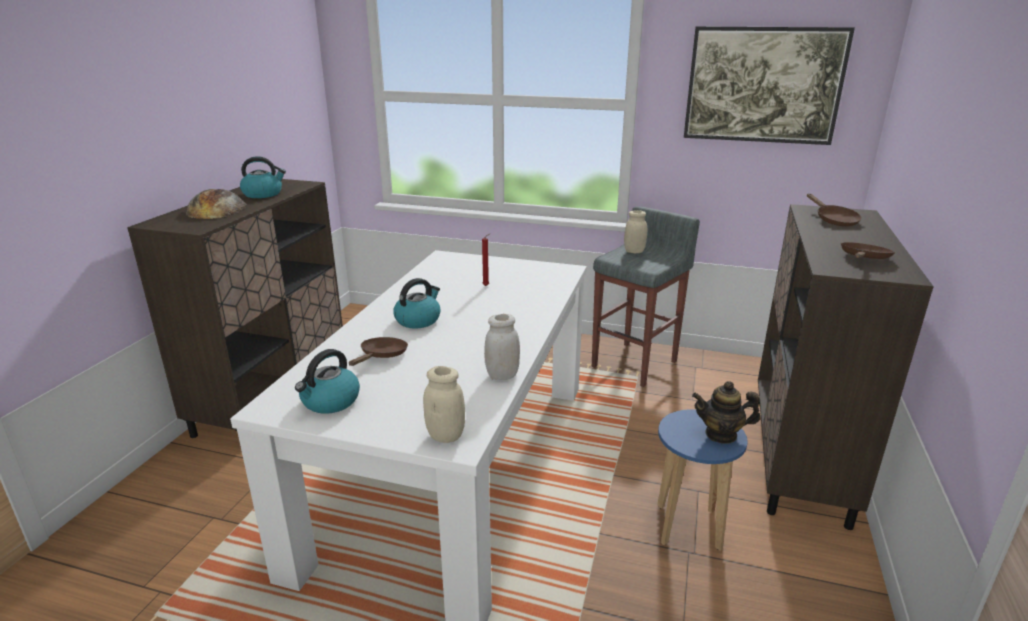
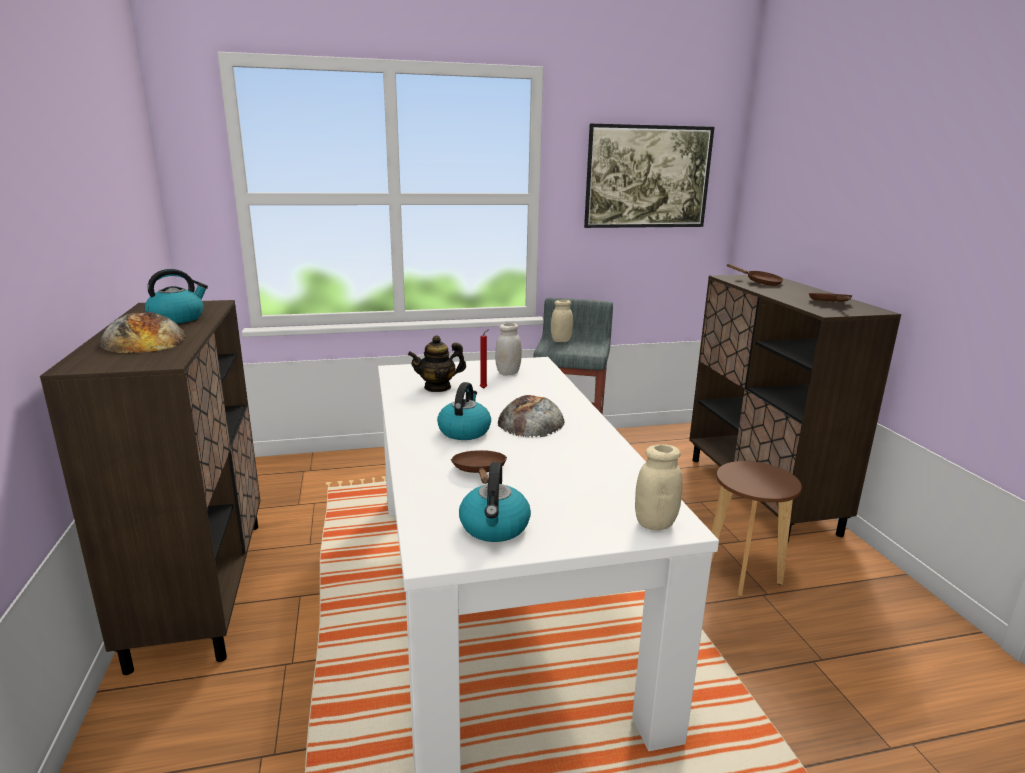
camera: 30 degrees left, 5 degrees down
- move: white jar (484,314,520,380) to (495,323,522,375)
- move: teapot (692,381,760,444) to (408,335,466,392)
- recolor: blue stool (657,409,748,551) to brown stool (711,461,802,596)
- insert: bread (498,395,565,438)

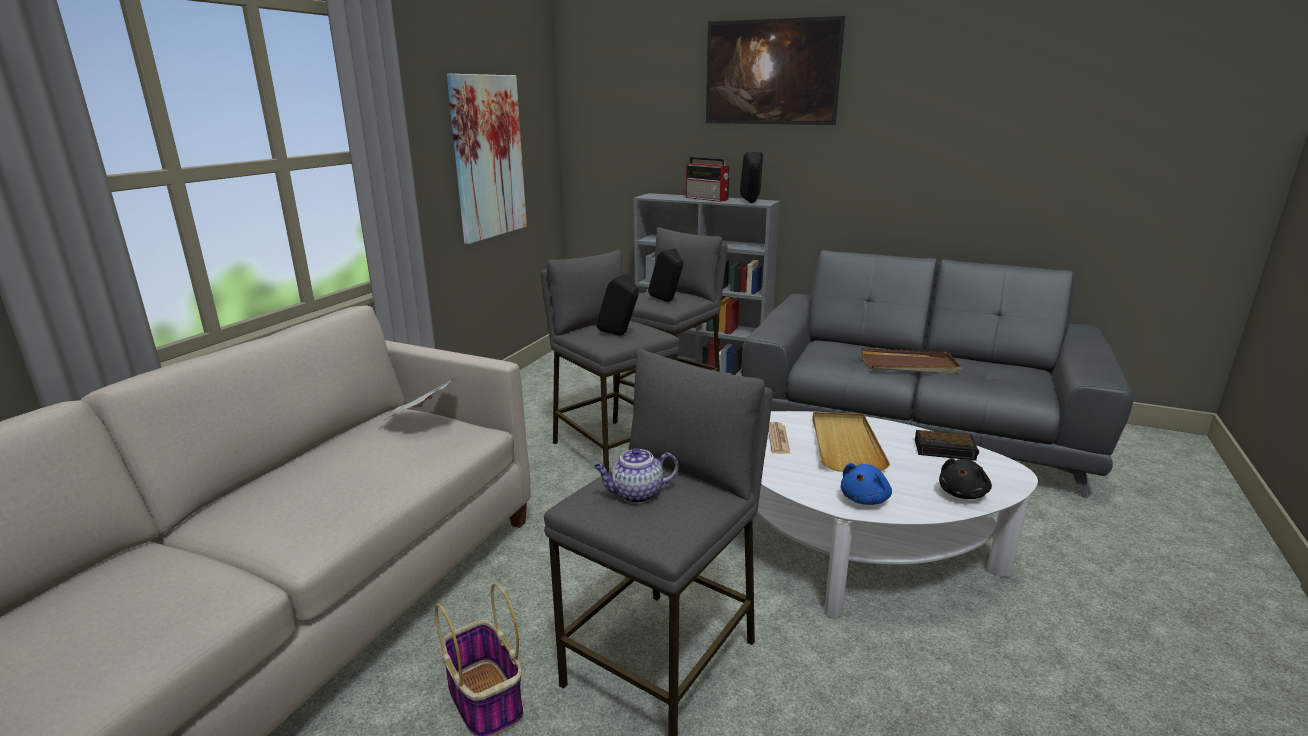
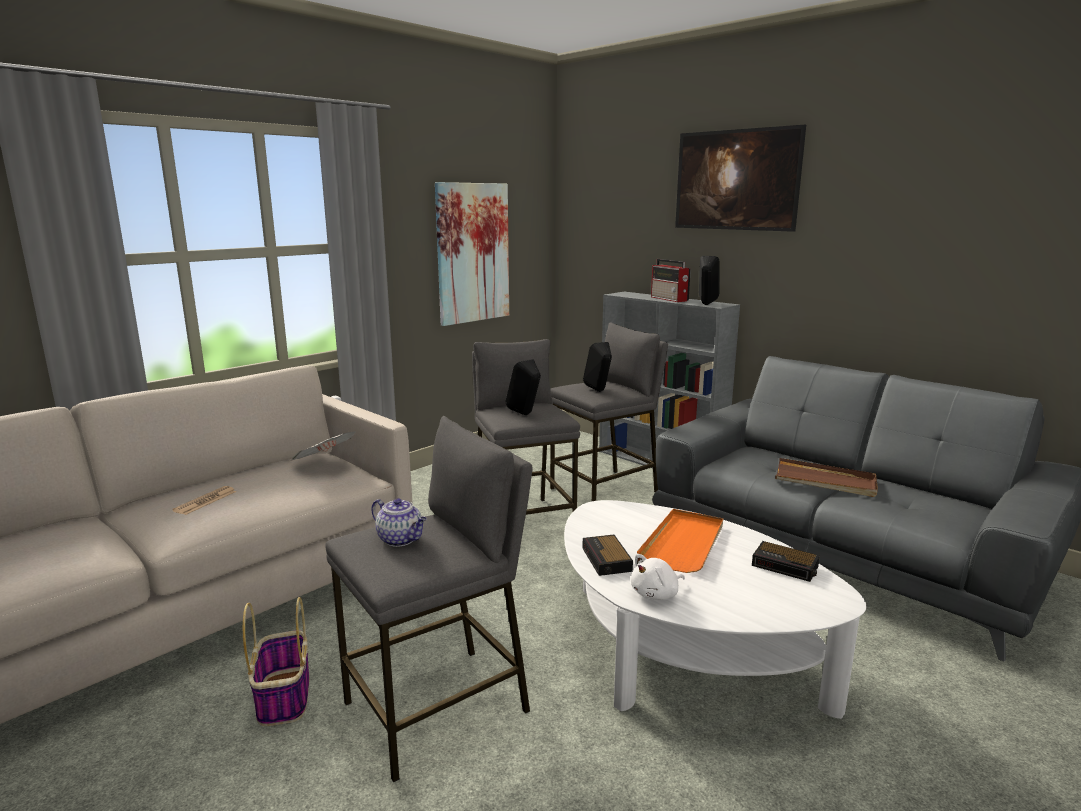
camera: 20 degrees right, 5 degrees down
- recolor: beige tray (813,412,890,472) to orange tray (637,509,723,573)
- move: newspaper (768,422,790,454) to (172,486,236,515)
- rotate: teapot (594,448,679,503) = (371,498,427,547) 150 degrees counterclockwise
- delete: black plush toy (939,458,992,499)
- recolor: blue plush toy (840,463,892,505) to white plush toy (631,554,685,600)
- insert: alarm clock (583,535,633,576)

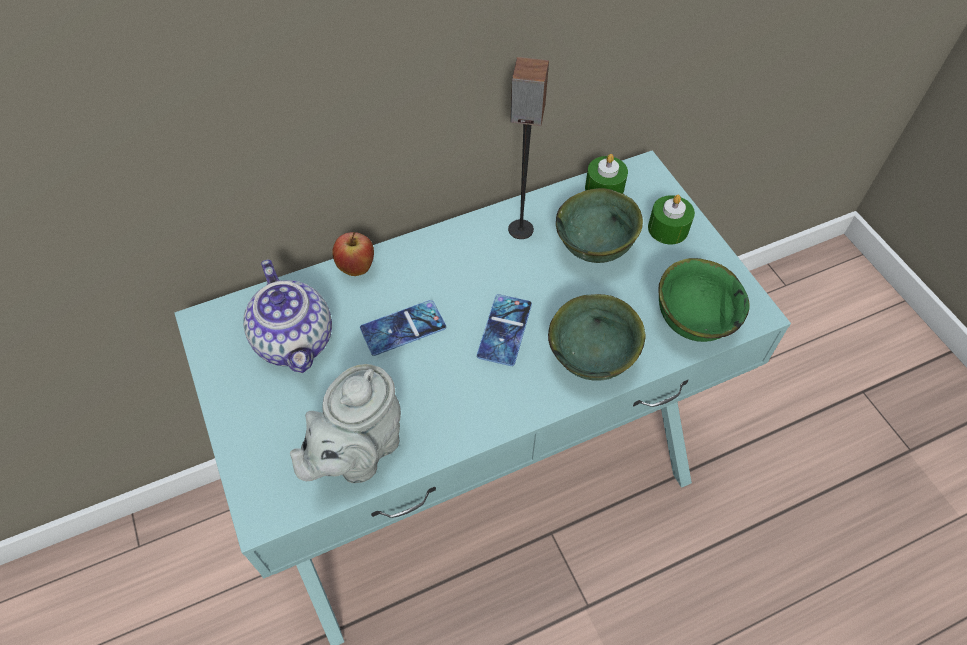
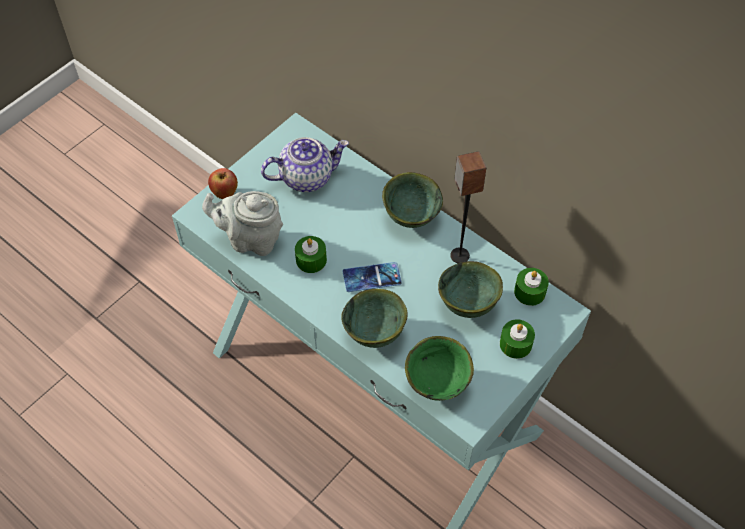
camera: 65 degrees right, 0 degrees up
- move: apple (332,232,374,276) to (208,168,238,199)
- rotate: teapot (243,260,332,373) = (261,137,349,192) 150 degrees counterclockwise
- delete: phone (360,300,446,356)
- insert: green bowl (382,172,443,228)
- insert: green candle (295,236,327,273)

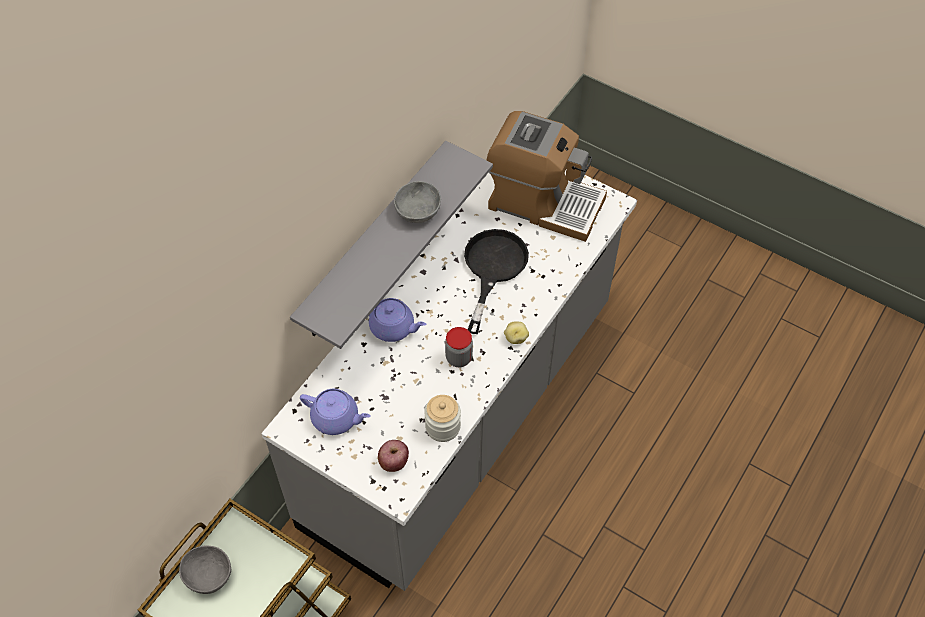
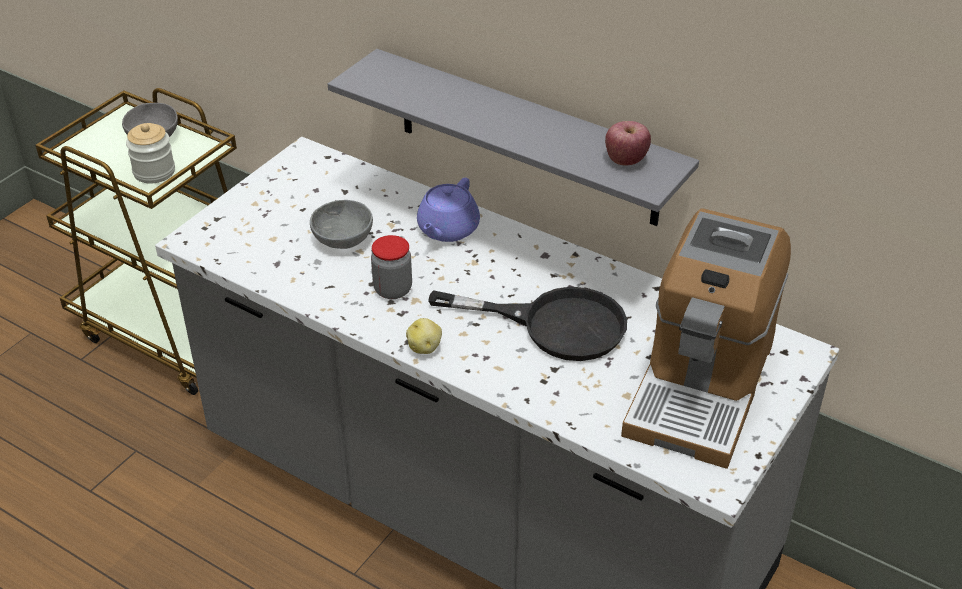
camera: 90 degrees right, 15 degrees down
- move: grey bowl (394,181,441,223) to (310,200,373,249)
- delete: purple teapot (300,389,371,435)
- move: jar (424,395,461,442) to (126,123,175,183)
- move: apple (378,440,409,472) to (605,121,651,165)

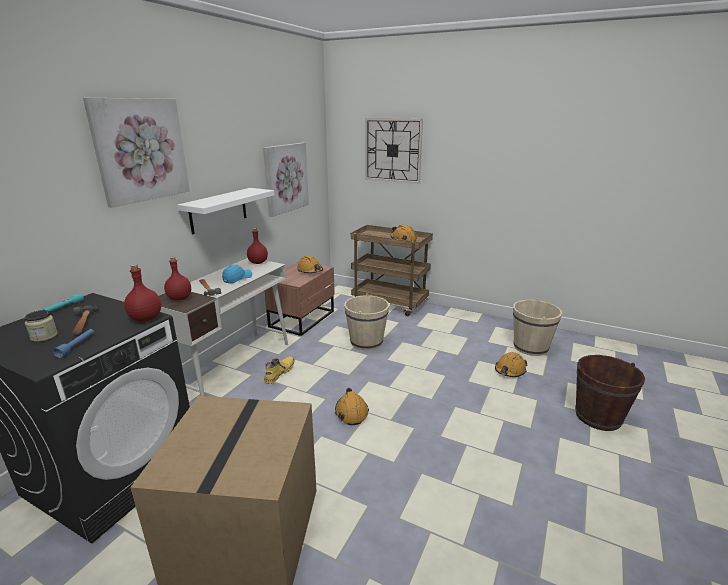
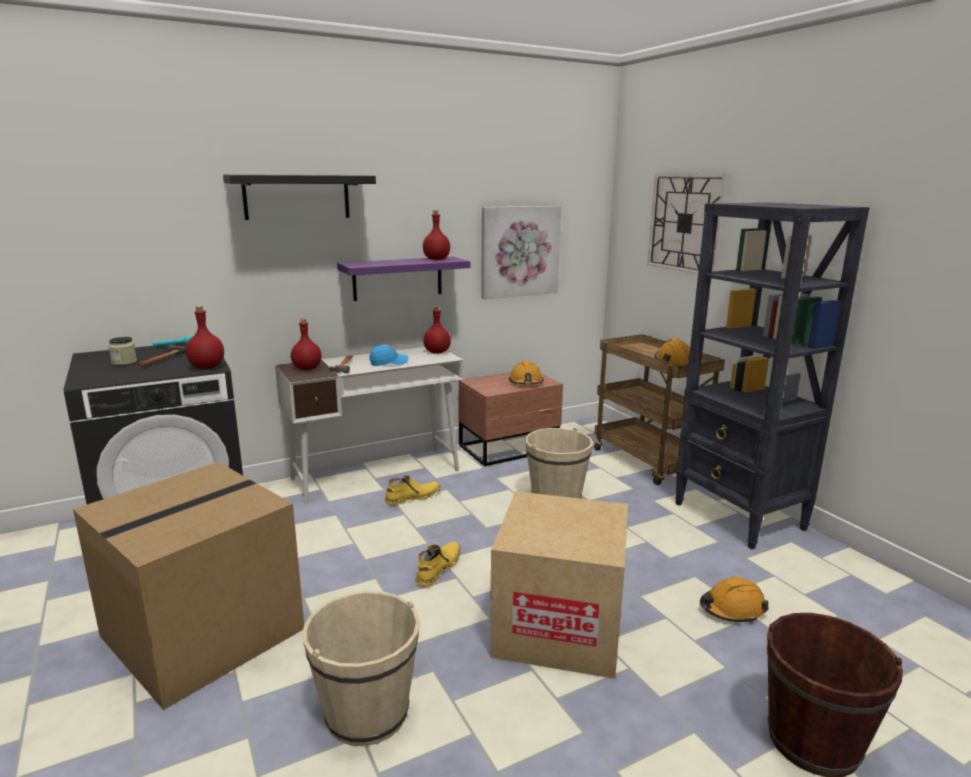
camera: 35 degrees right, 5 degrees down
- replace: picture (83,98,190,207) to black shelf (223,175,376,220)
- recolor: white shelf (177,188,274,235) to purple shelf (337,257,470,301)
- move: beige bucket (513,298,562,356) to (303,591,420,746)
- delete: blue flashlight (53,329,94,358)
- replace: orange hard hat (335,388,369,425) to yellow boot (415,542,461,587)
- insert: black bookcase (675,202,870,549)
- insert: red bottle (423,210,450,260)
- insert: cardboard box (490,491,628,679)

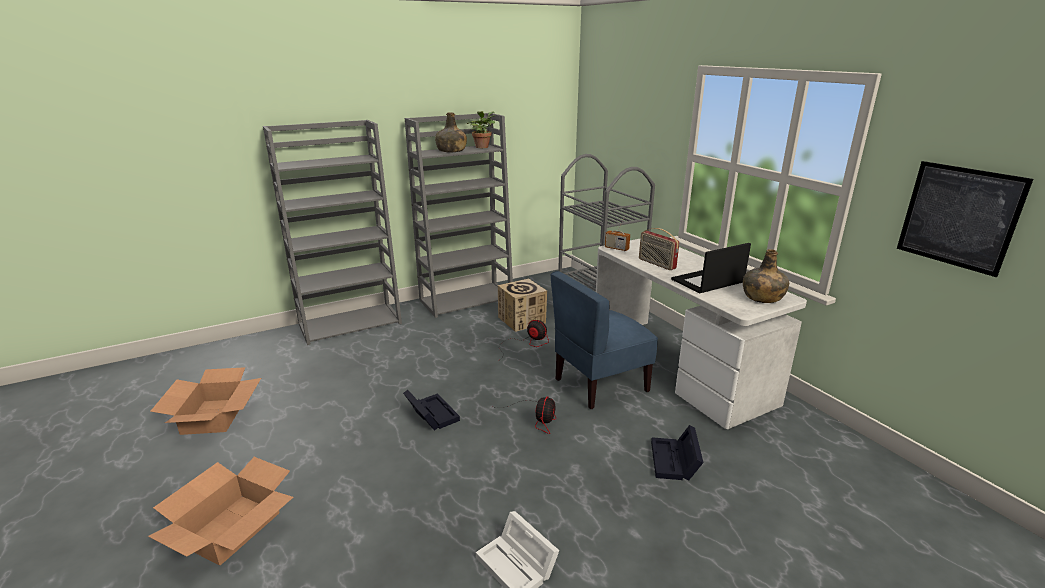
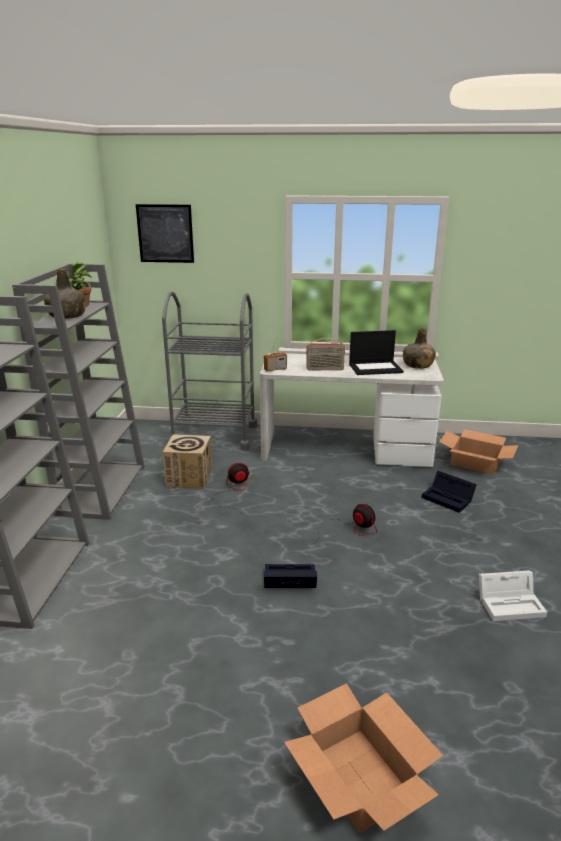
camera: 55 degrees left, 0 degrees up
- move: picture (897,161,1033,277) to (136,204,194,263)
- rotate: laptop (671,243,751,294) = (349,330,404,375) 105 degrees counterclockwise
- delete: blue chair (551,271,658,409)
- move: cardboard box (150,367,261,435) to (439,429,518,475)

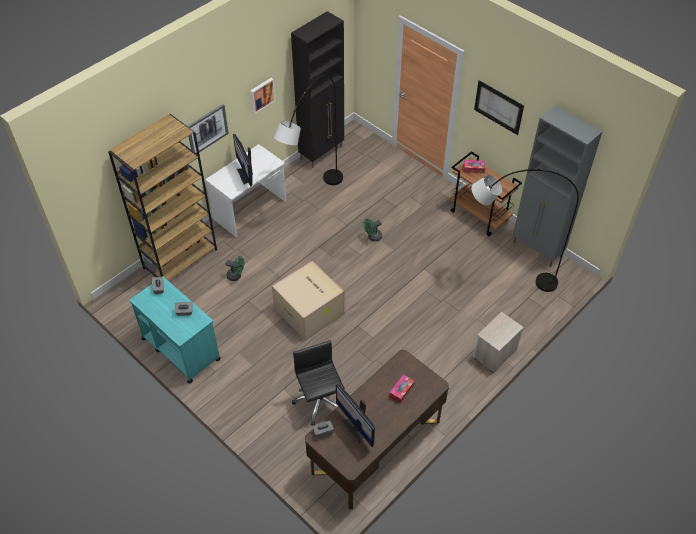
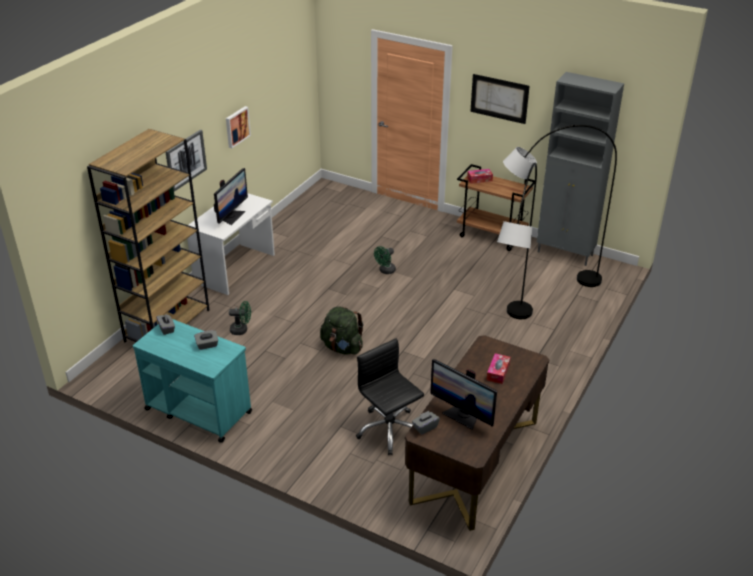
camera: 15 degrees left, 15 degrees down
- delete: black cabinet (291,11,344,168)
- move: grey floor lamp (274,76,343,185) to (497,163,537,319)
- rotate: monitor (233,134,253,187) = (214,168,248,225) 120 degrees counterclockwise
- replace: cardboard box (272,261,345,341) to green backpack (320,306,364,355)
- delete: nightstand (473,312,524,373)

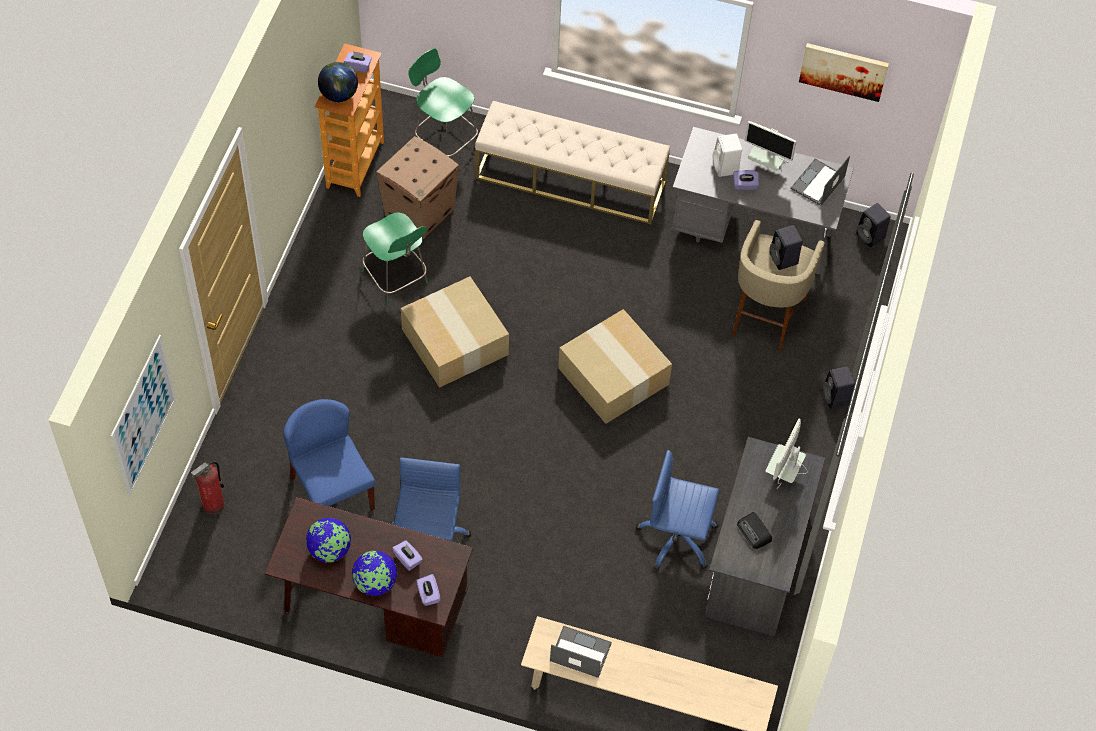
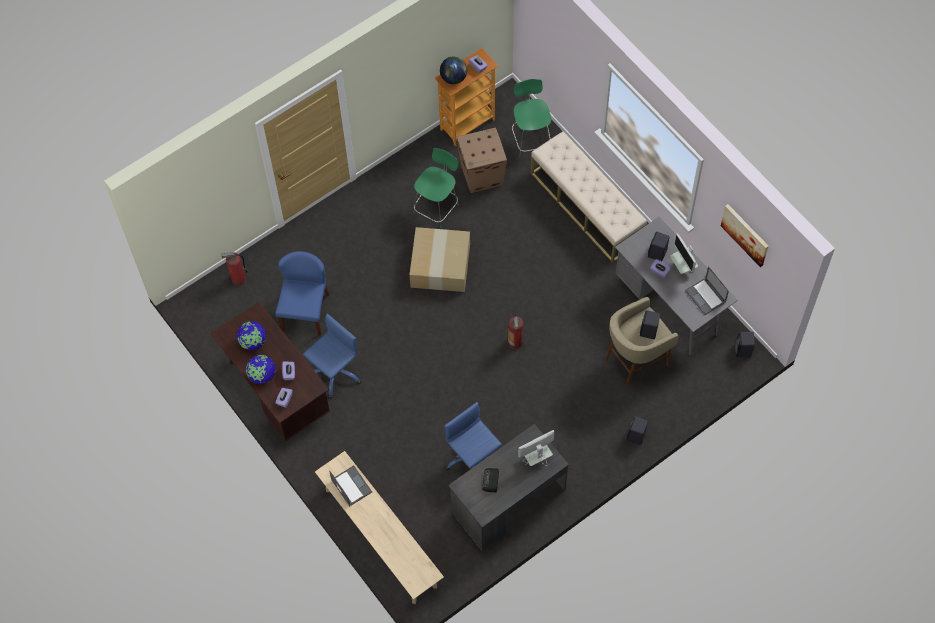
camera: 40 degrees right, 5 degrees up
- recolor: white speaker (713,134,742,177) to black speaker (648,231,670,261)
- rotate: laptop (790,156,850,206) = (685,266,729,315) 105 degrees counterclockwise
- rotate: green chair (362,212,428,304) = (413,148,459,229) 150 degrees counterclockwise
- replace: cardboard box (558,309,672,424) to fire extinguisher (508,313,523,349)
- delete: picture (111,335,176,496)

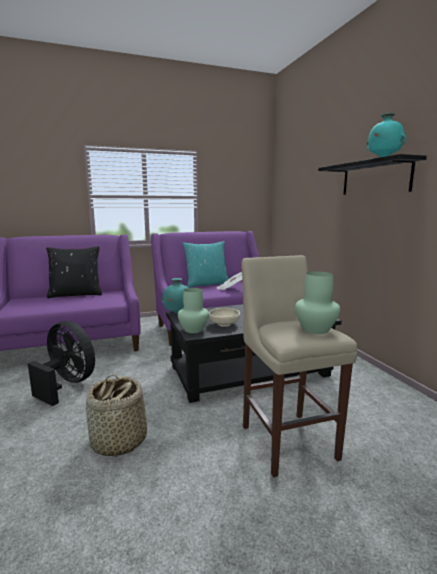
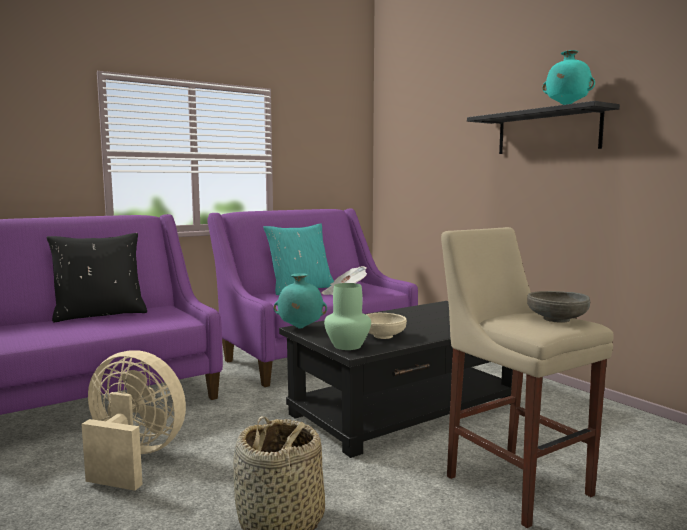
camera: 15 degrees left, 5 degrees down
- replace: green vase (295,272,340,334) to grey bowl (527,291,590,323)
- recolor: black fan (28,321,95,406) to beige fan (82,350,186,491)

